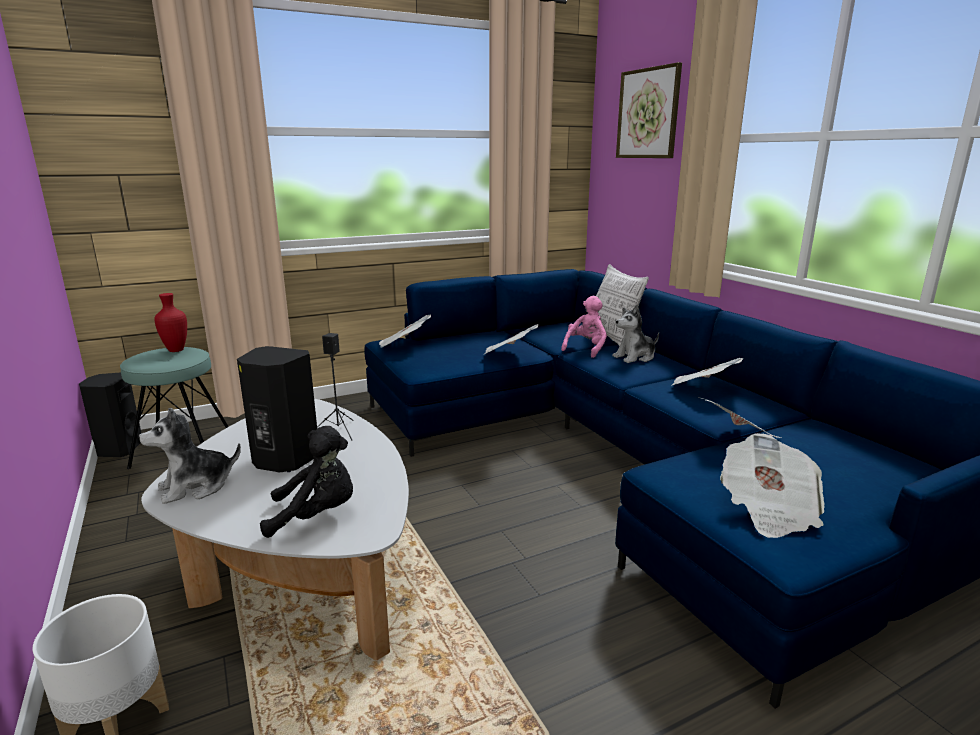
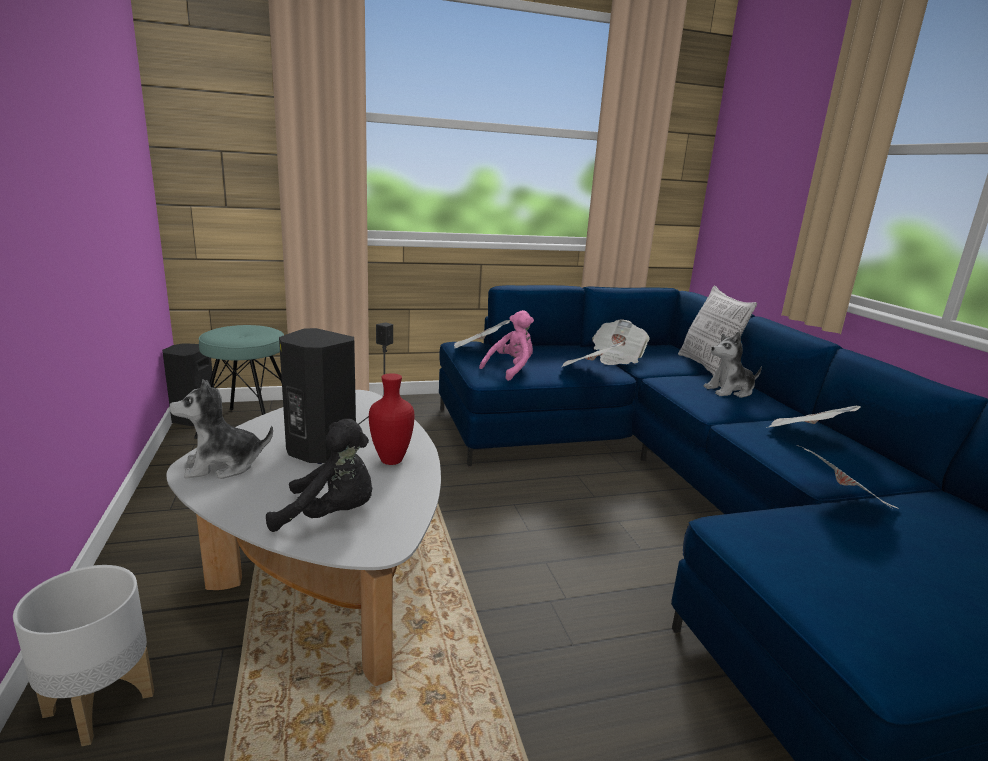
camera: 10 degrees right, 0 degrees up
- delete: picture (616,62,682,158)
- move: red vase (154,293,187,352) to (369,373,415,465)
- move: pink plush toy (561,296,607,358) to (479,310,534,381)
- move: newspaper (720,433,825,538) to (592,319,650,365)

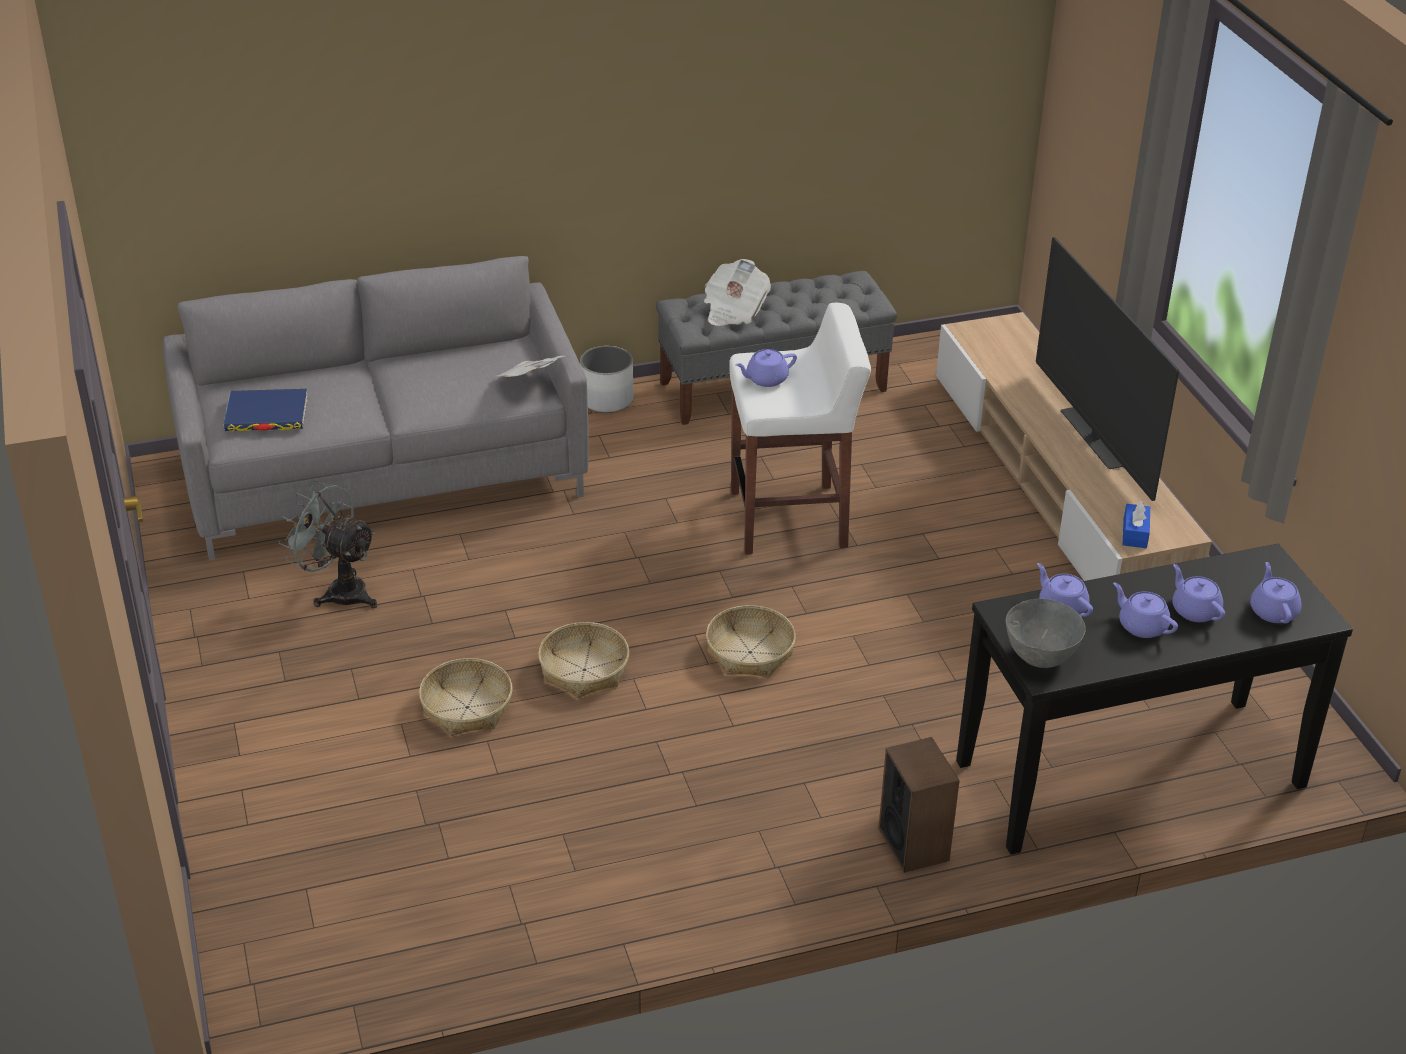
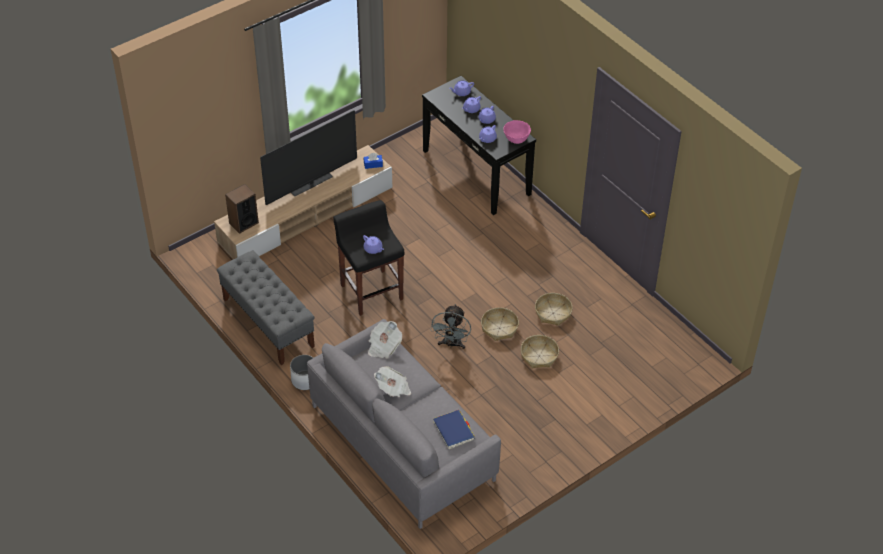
camera: 110 degrees left, 10 degrees up
- move: newspaper (704,259,771,326) to (374,366,411,397)
- recolor: white stool (729,303,871,555) to black stool (333,200,404,316)
- move: grey fan (279,481,377,608) to (431,304,471,349)
- recolor: grey bowl (1006,599,1086,668) to pink bowl (503,120,531,144)
- move: basket (706,605,796,677) to (535,293,573,326)
- move: speaker (879,737,960,873) to (225,184,259,234)

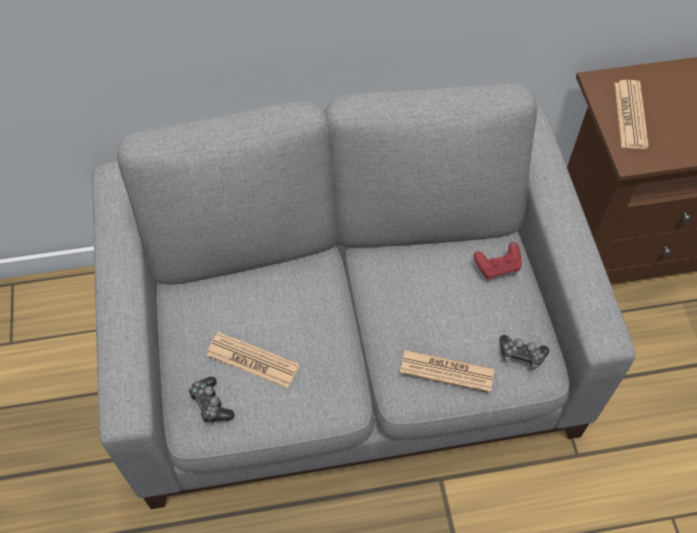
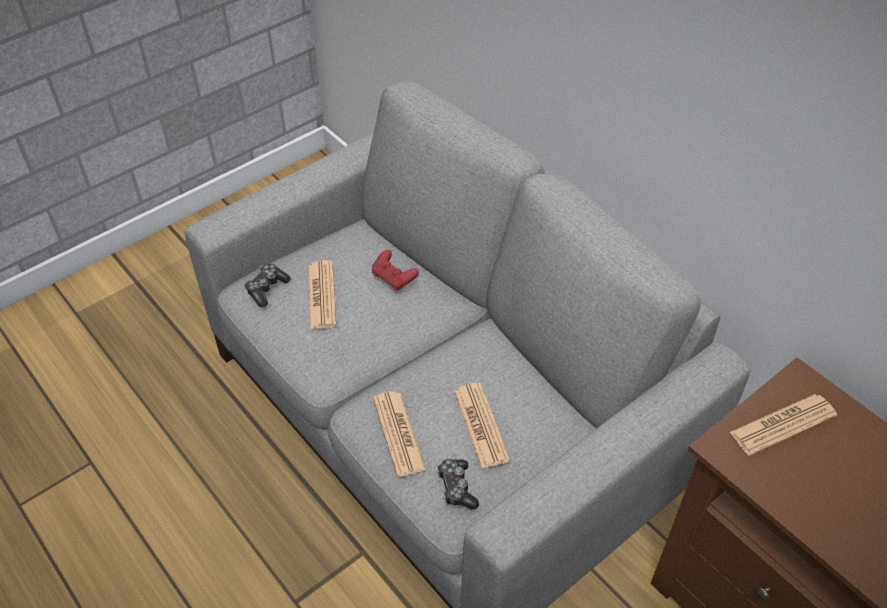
camera: 60 degrees right, 10 degrees down
- move: red game controller (474,242,522,279) to (372,250,419,291)
- insert: newspaper (454,383,510,469)

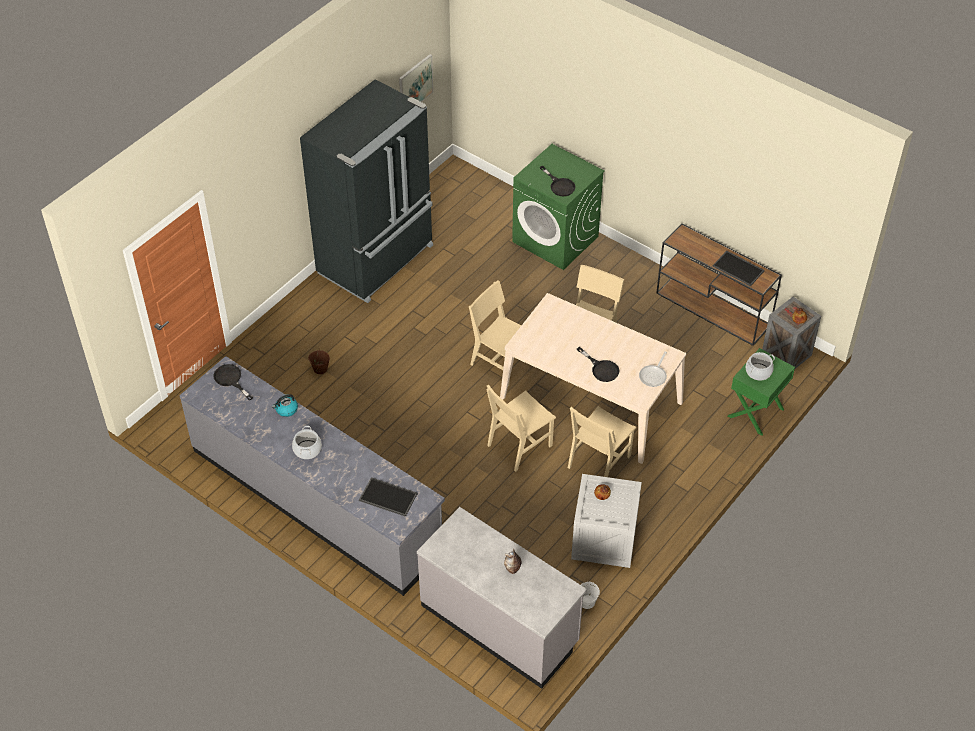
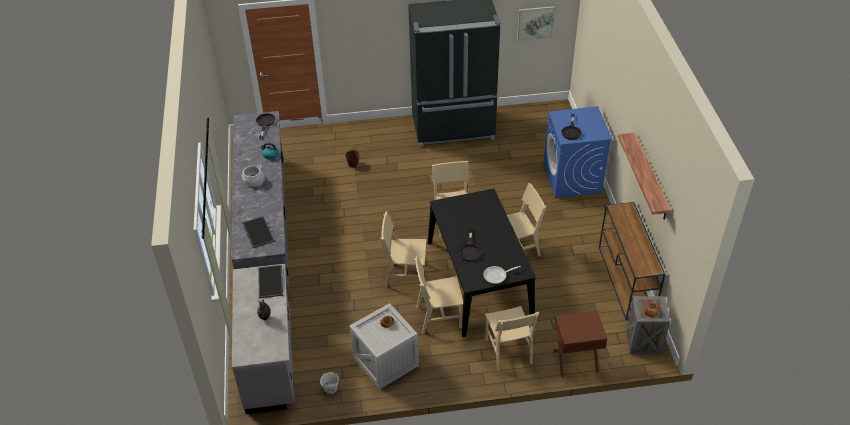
camera: 45 degrees right, 5 degrees down
- recolor: green washing machine (512,144,605,270) to blue washing machine (543,106,612,198)
- move: tray (713,251,765,286) to (258,265,283,298)
- recolor: beige dining table (500,293,686,464) to black dining table (428,189,536,337)
- recolor: green nightstand (728,348,795,436) to brown nightstand (554,311,607,378)
- delete: cooking pot (746,352,775,381)
- insert: shelf (618,133,671,220)
- insert: beige chair (485,306,539,371)

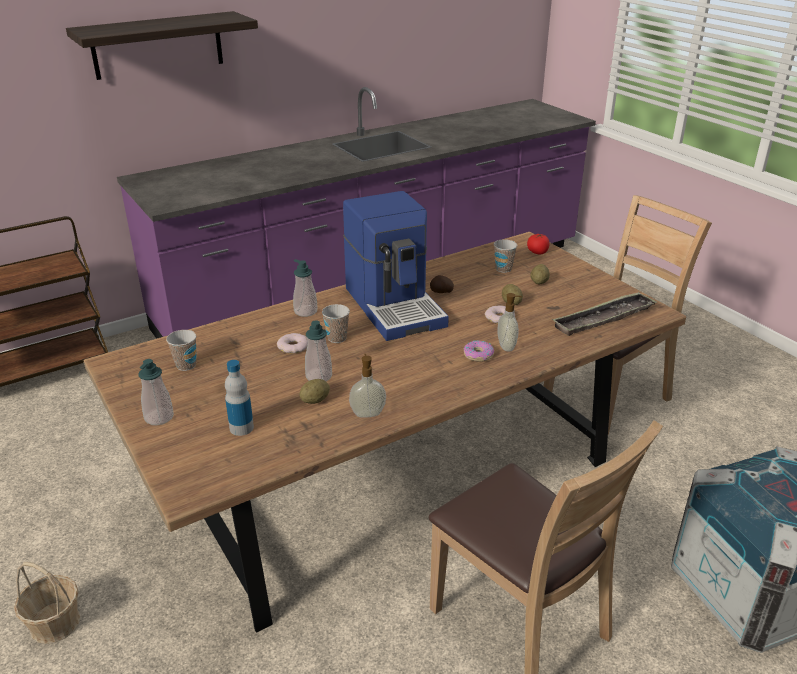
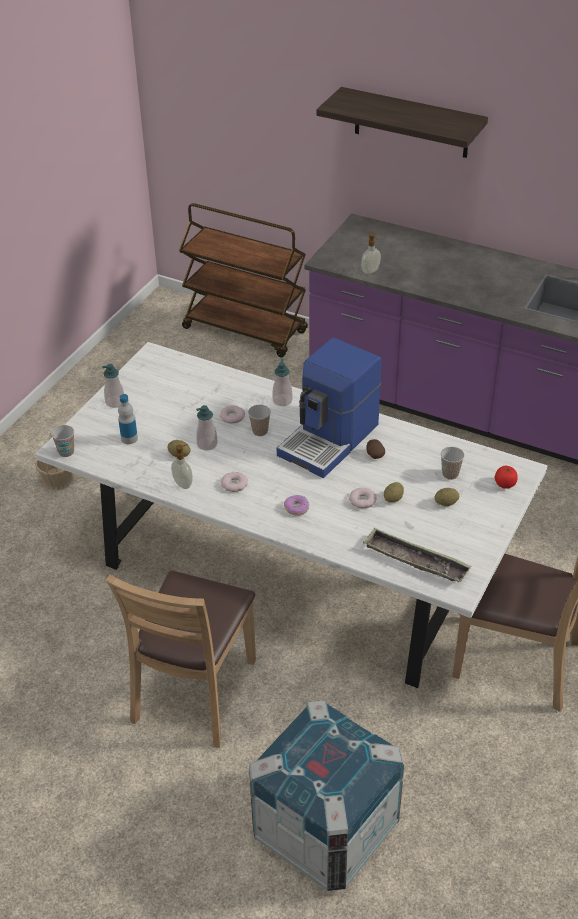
camera: 60 degrees right, 10 degrees up
- recolor: brown dining table (84,232,686,633) to white dining table (36,342,547,688)
- move: soap dispenser (498,293,522,352) to (361,233,381,274)
- move: cup (166,330,196,371) to (51,425,74,457)
- insert: donut (221,472,248,492)

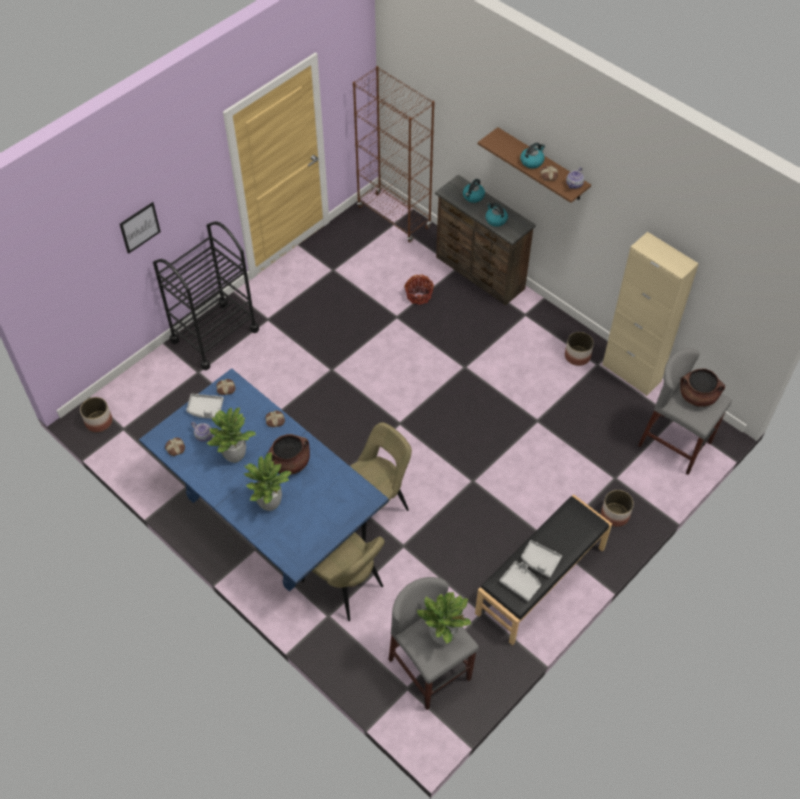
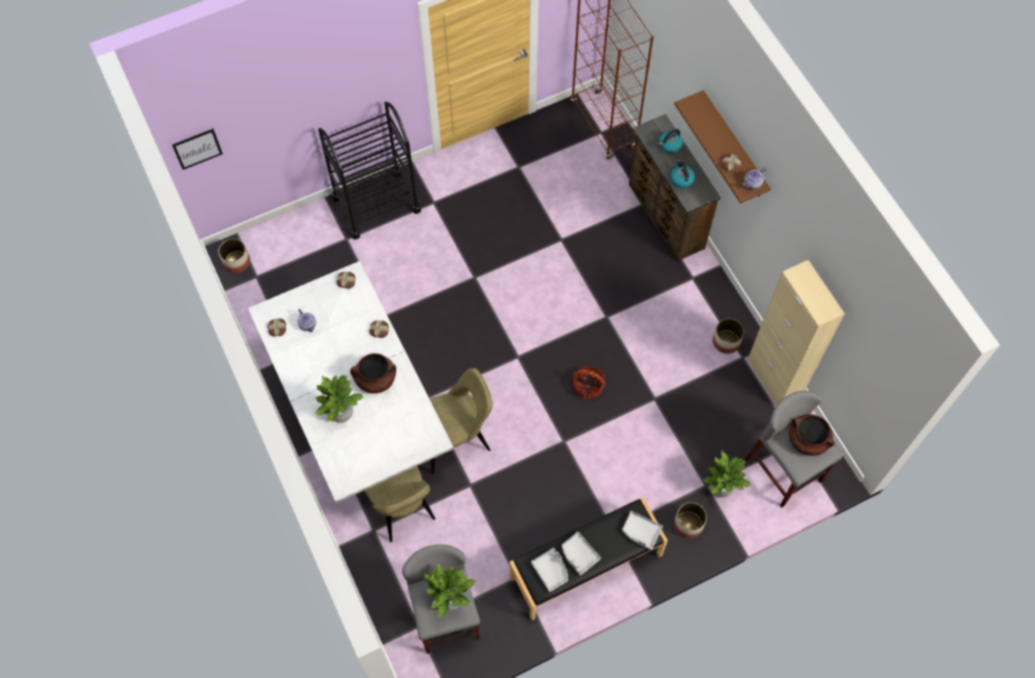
camera: 20 degrees right, 10 degrees up
- delete: kettle (520,143,545,169)
- move: picture (120,202,161,254) to (172,129,223,170)
- move: basket (404,275,434,305) to (573,366,605,399)
- recolor: blue dining table (139,368,389,592) to white dining table (248,261,454,503)
- move: grey tray (186,394,224,419) to (622,511,663,550)
- move: potted plant (207,408,256,463) to (702,450,750,497)

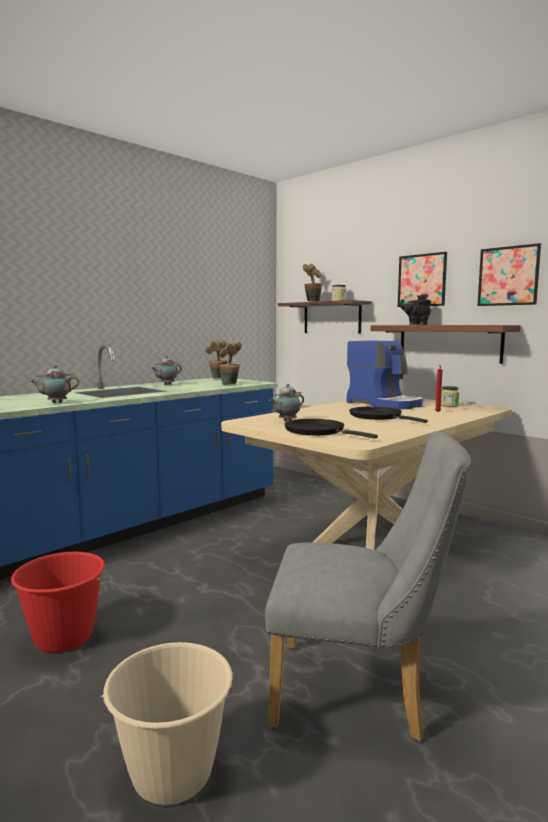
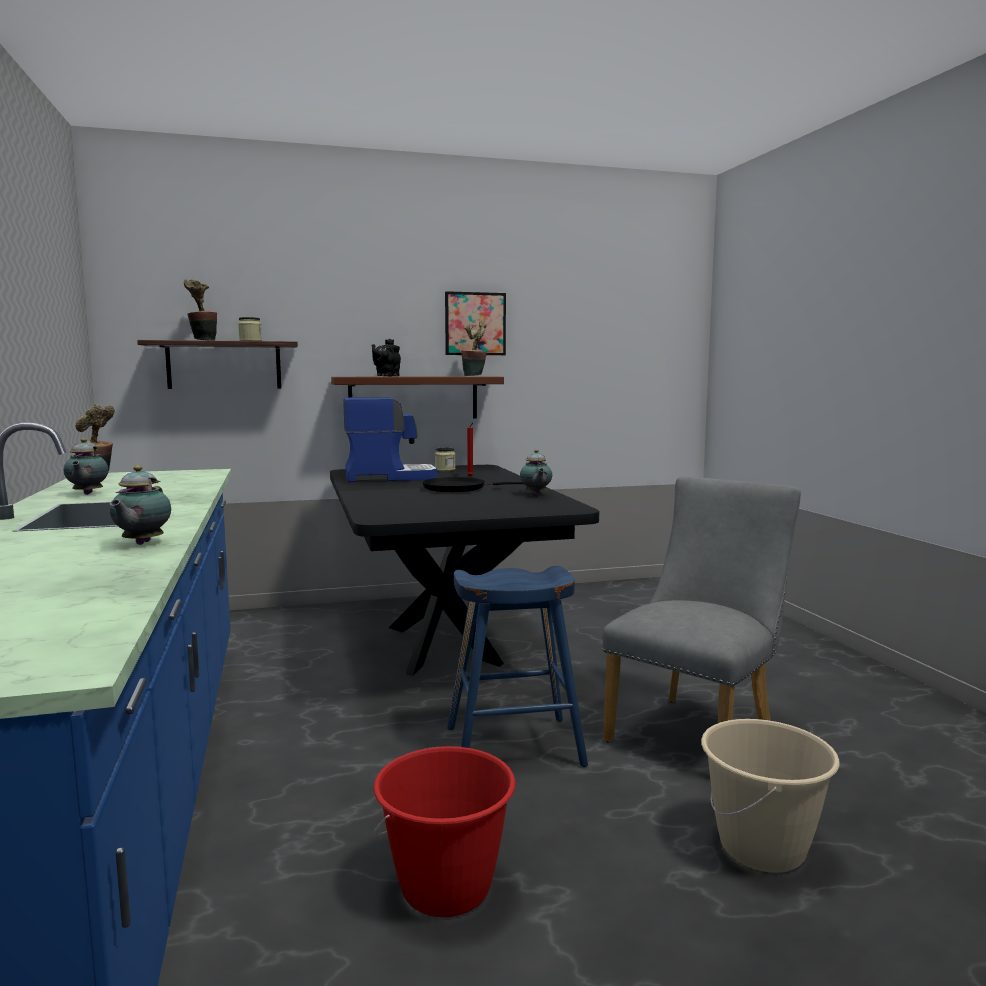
camera: 60 degrees left, 0 degrees up
- delete: picture (398,252,447,307)
- move: potted plant (219,341,242,385) to (461,320,487,376)
- move: teapot (269,384,304,421) to (520,449,552,495)
- recolor: beige dining table (221,399,512,550) to black dining table (330,465,599,676)
- delete: black frying pan (285,419,378,439)
- insert: blue stool (447,566,588,767)

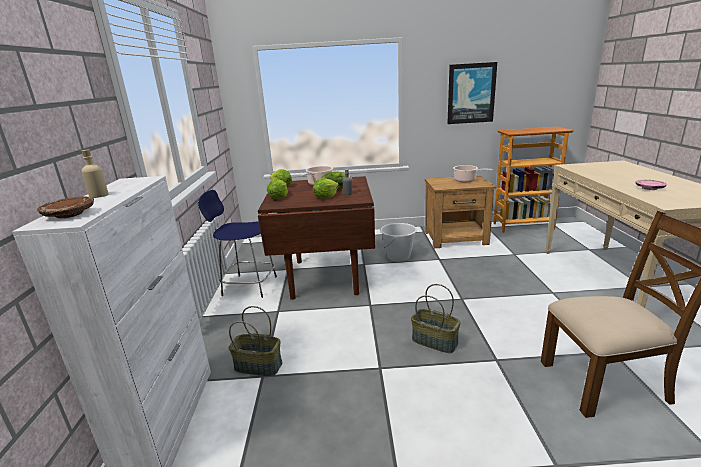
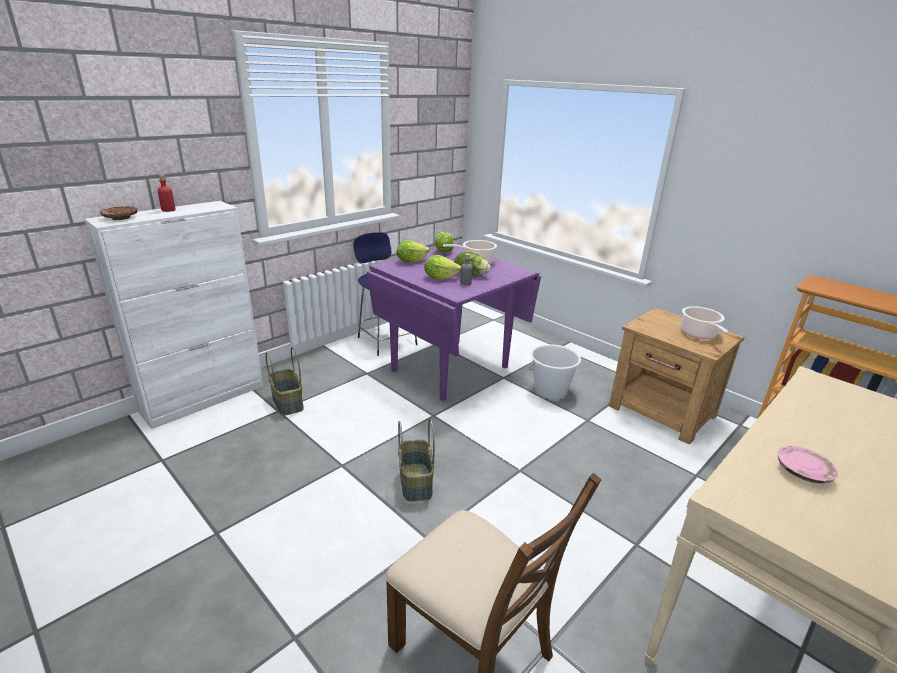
camera: 45 degrees right, 5 degrees up
- delete: picture (447,62,497,124)
- recolor: beige bottle (81,149,108,198) to red bottle (158,175,176,212)
- recolor: brown dining table (258,176,375,300) to purple dining table (367,247,541,401)

